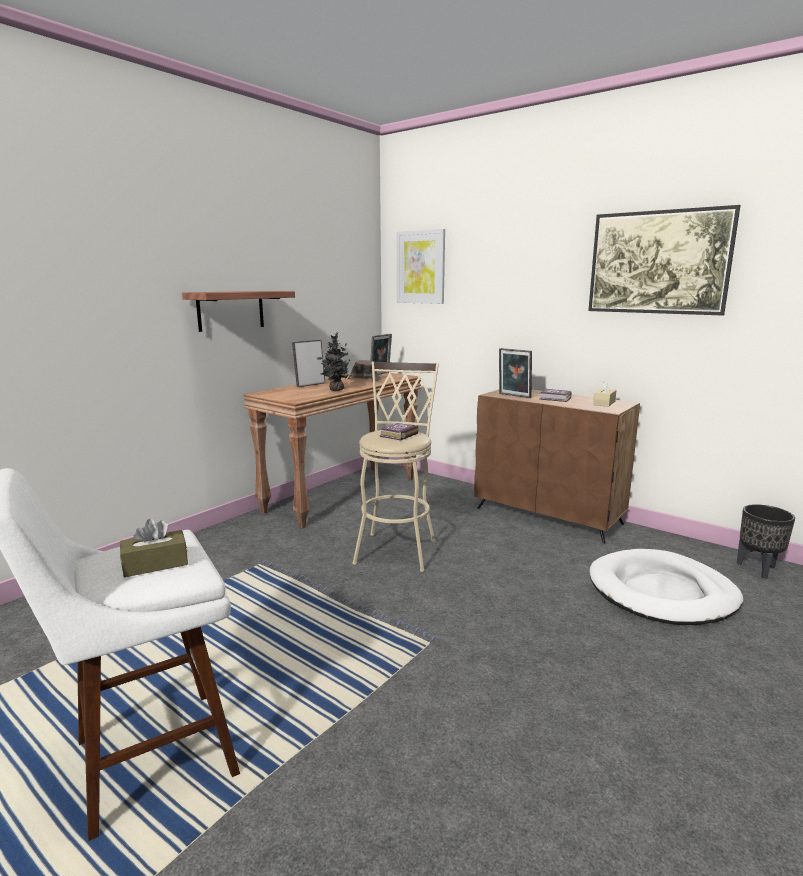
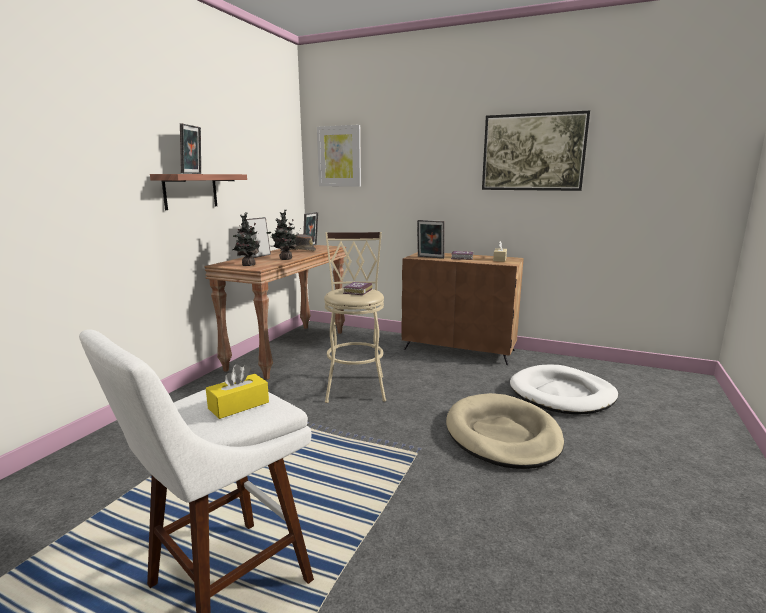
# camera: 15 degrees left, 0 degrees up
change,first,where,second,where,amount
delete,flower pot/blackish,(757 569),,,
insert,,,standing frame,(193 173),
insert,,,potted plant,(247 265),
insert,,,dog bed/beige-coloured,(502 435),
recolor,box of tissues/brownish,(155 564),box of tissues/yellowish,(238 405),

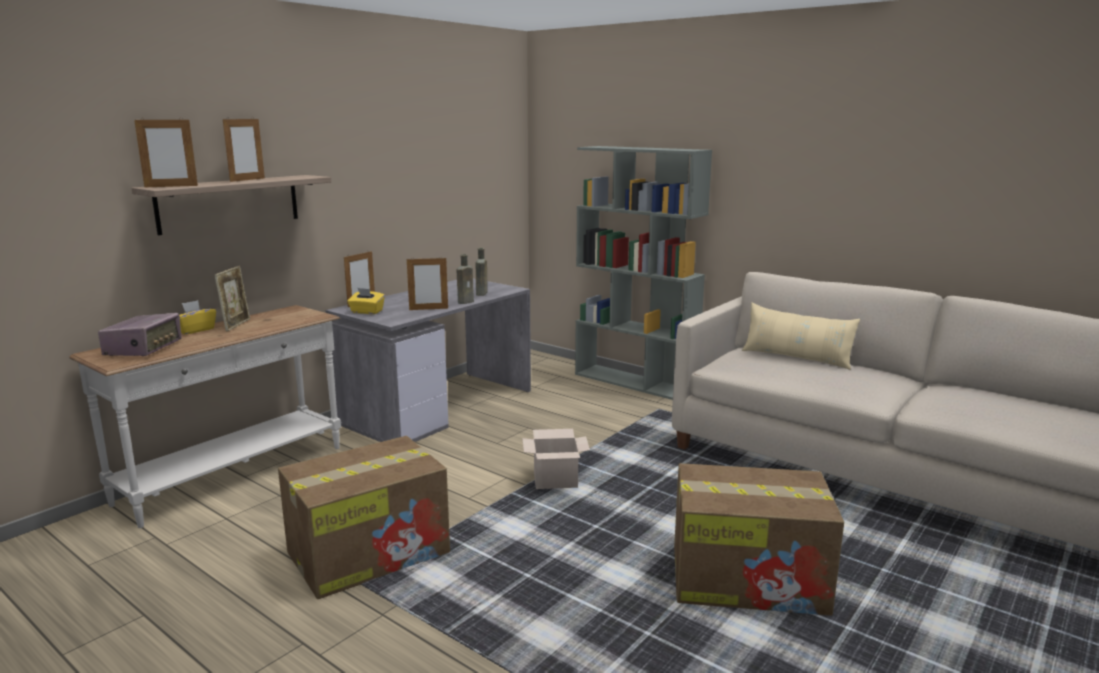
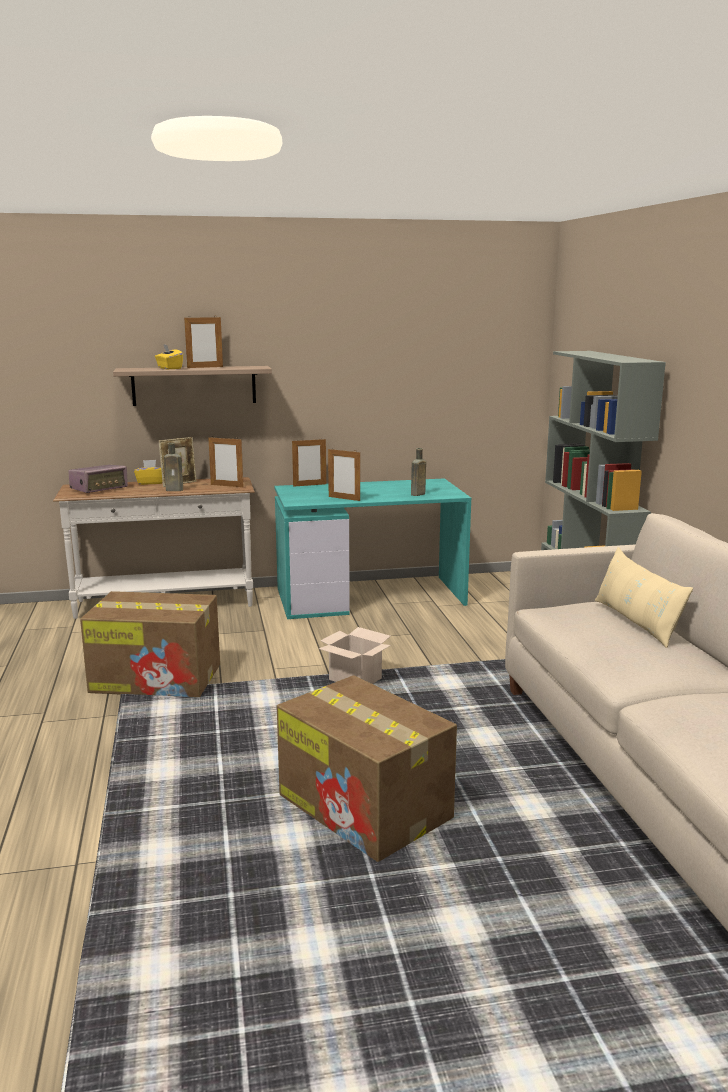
# camera: 40 degrees right, 0 degrees up
change,first,where,second,where,amount
move,standing frame,(171 186),,(227 486),
move,box of tissues/yellowish,(366 312),,(169 368),
move,beverage bottle/brownish,(466 302),,(175 490),
recolor,desk/gray,(438 406),desk/turquoise,(370 596),

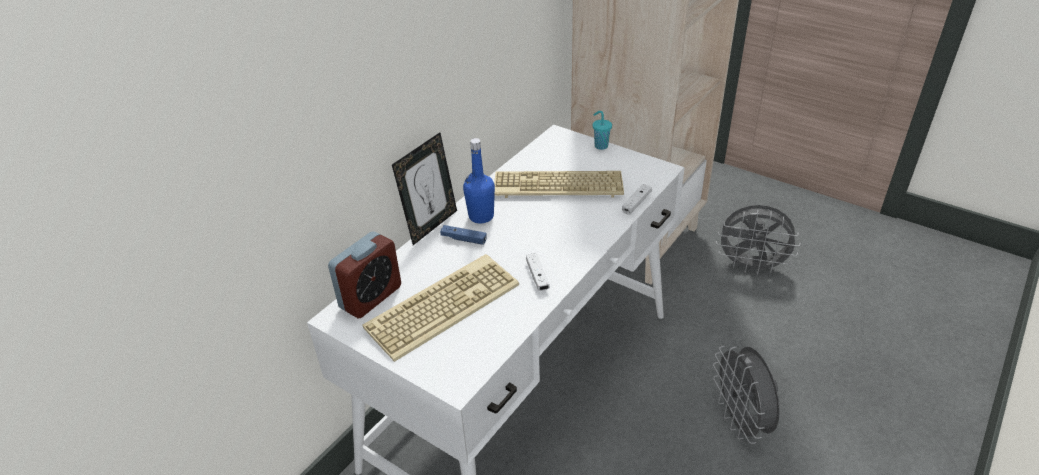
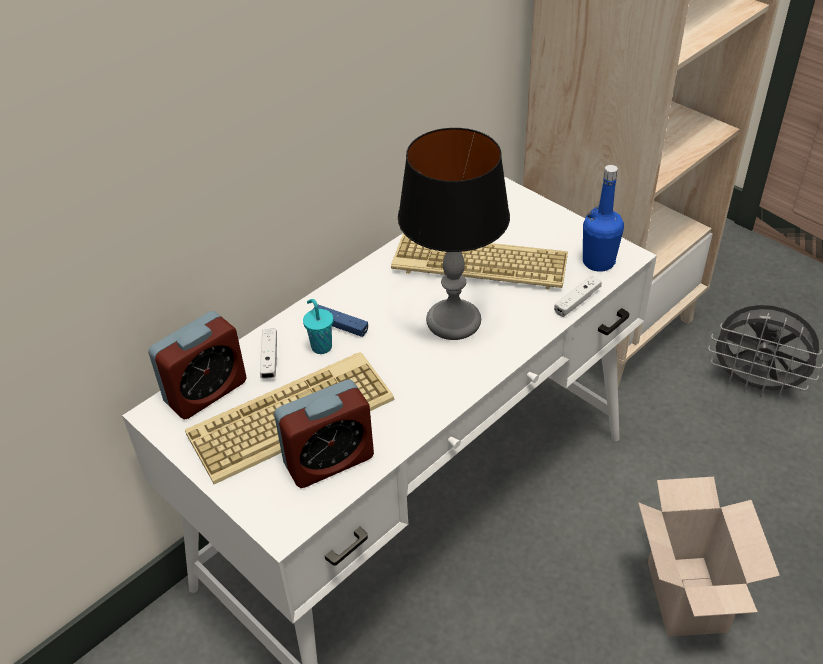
# camera: 10 degrees right, 5 degrees up
change,first,where,second,where,amount
delete,standing frame,(431 225),,,
insert,,,alarm clock,(329 461),
insert,,,table lamp,(454 321),
move,beverage bottle/bluish,(481 216),,(598 262),
move,game controller/white-coloured,(537 276),,(269 359),
move,cup/turquoise,(600 146),,(321 346),
replace,cooling fan/gray,(741 422),cardboard box,(690 599),

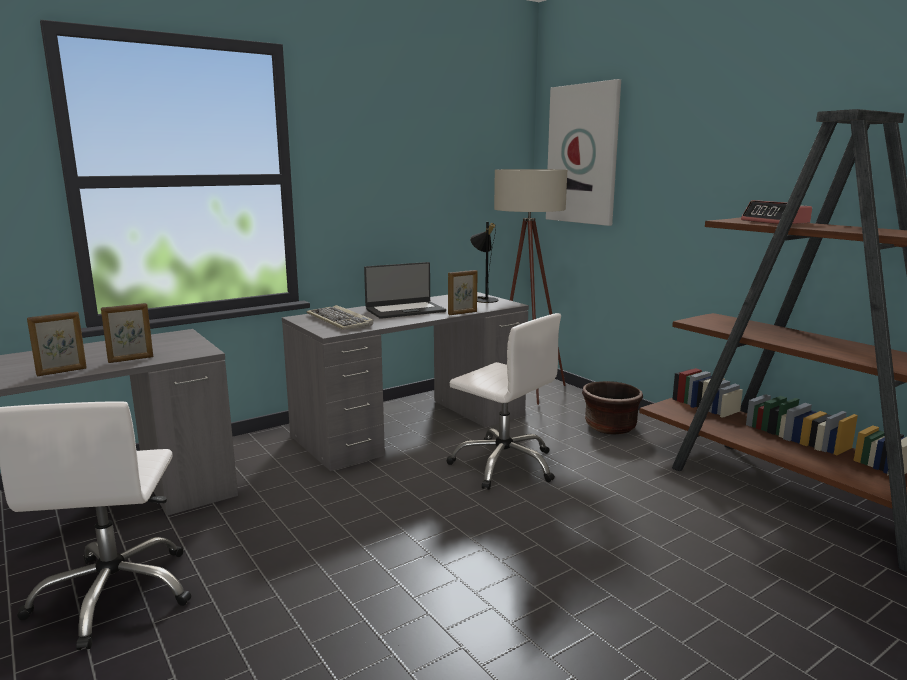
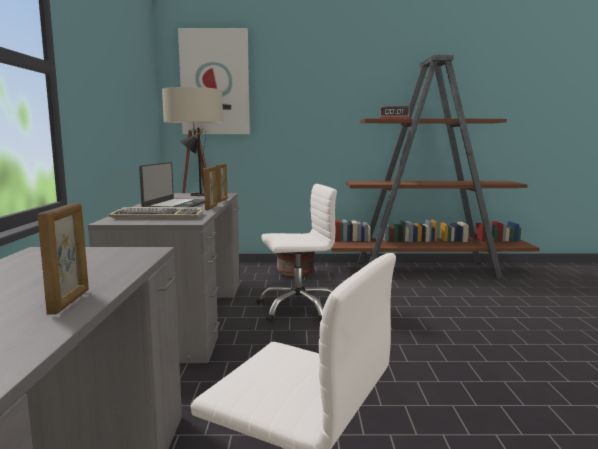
# camera: 55 degrees left, 5 degrees down
change,first,where,second,where,amount
move,standing frame,(131 359),,(211 208),

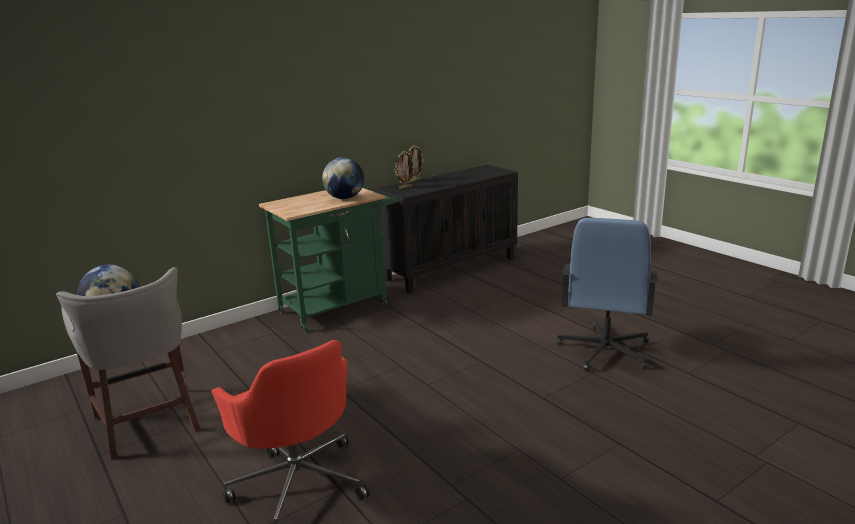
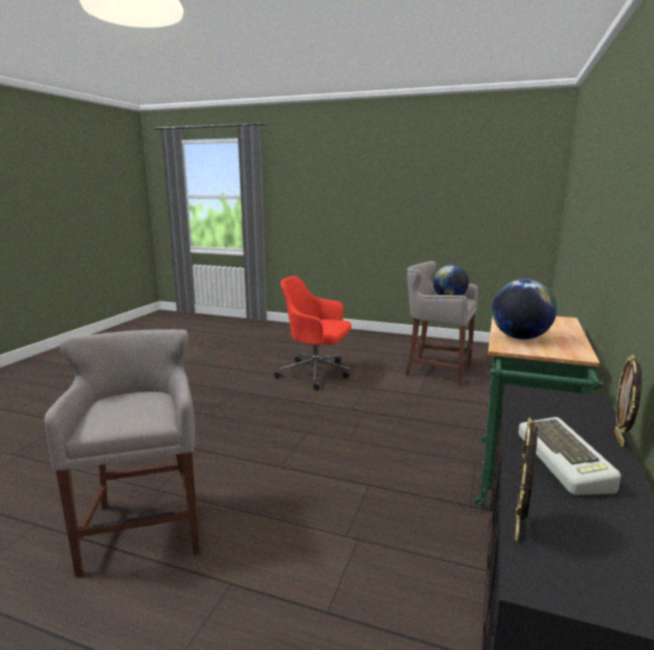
# camera: 145 degrees right, 5 degrees down
change,first,where,second,where,amount
insert,,,computer keyboard,(566 462),
move,standing frame,(405 187),,(519 528),
replace,desk chair/bluish,(604 351),sitting stool/gray,(144 525),

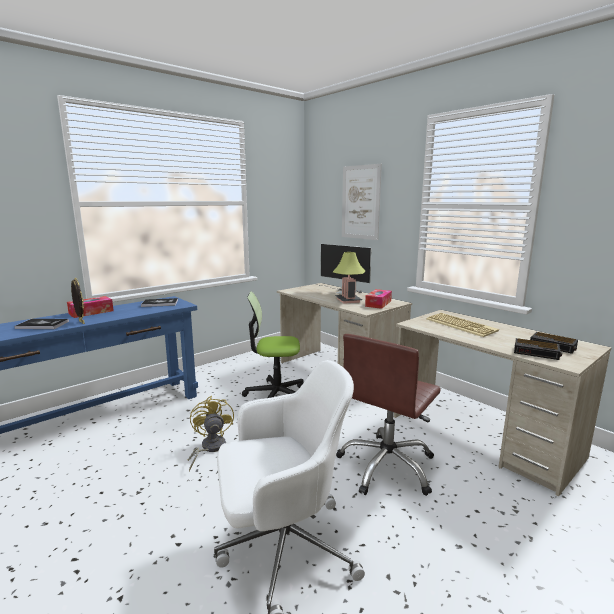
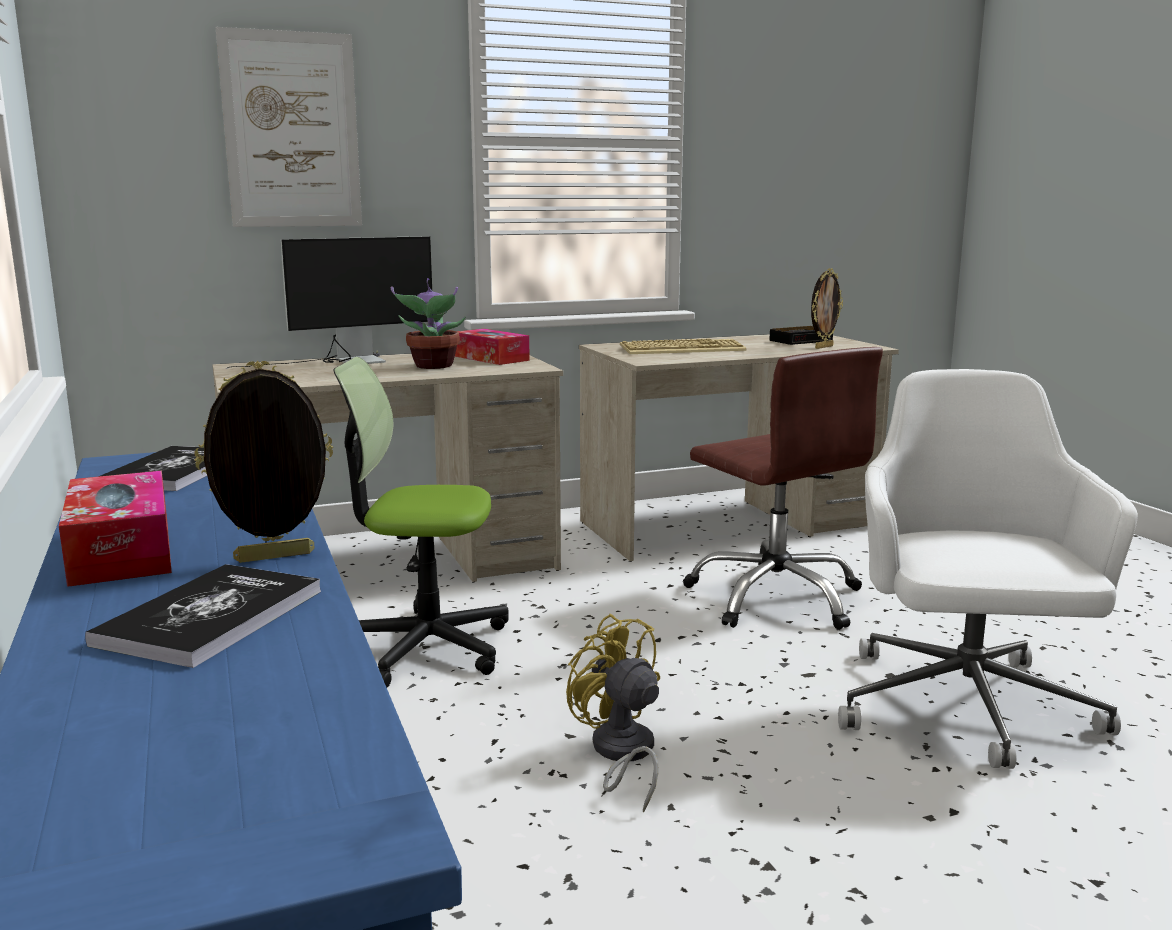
# camera: 70 degrees left, 0 degrees up
change,first,where,second,where,amount
replace,table lamp,(348 300),potted plant,(432 366),
replace,alarm clock,(537 352),standing frame,(823 347),
rotate,cooling fan/yellowish,(209 448),,(621 754),45 degrees clockwise
rotate,desk chair,(275 395),,(425 647),75 degrees clockwise

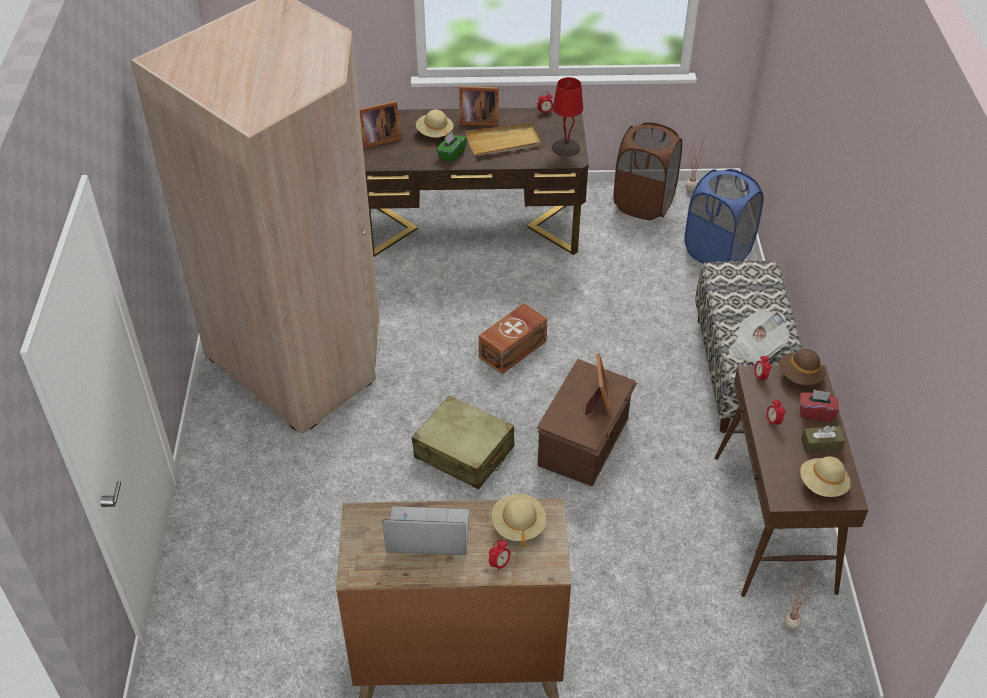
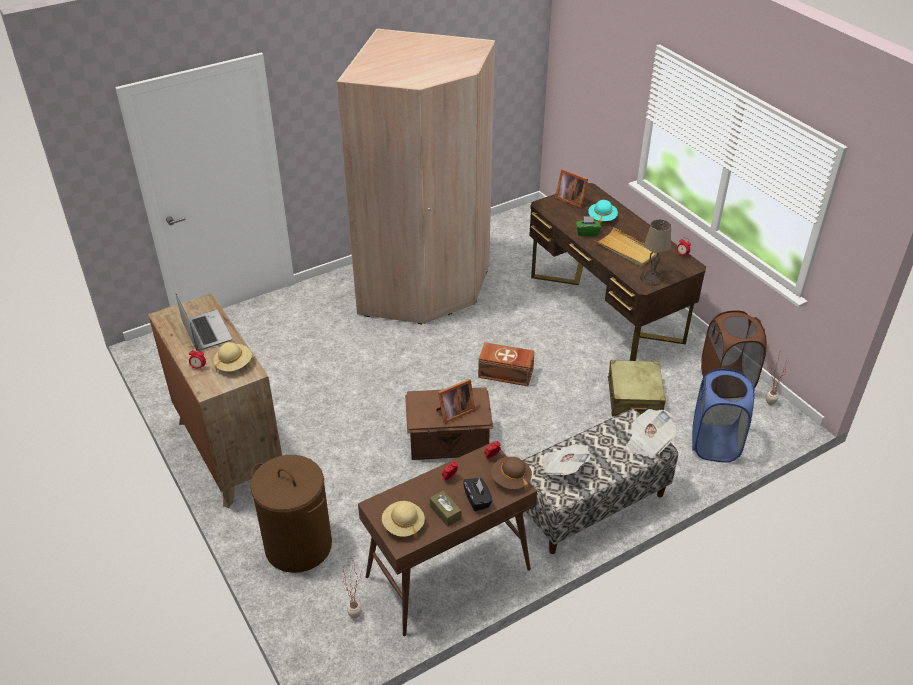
# camera: 60 degrees right, 5 degrees down
change,first,where,second,where,amount
delete,standing frame,(477 120),,,
insert,,,laundry basket/brownish,(298 546),
insert,,,daily paper,(647 442),
move,suitcase/beige-coloured,(464 452),,(634 398),
recolor,hat/beige-coloured,(434 133),hat/turquoise,(602 218),
recolor,table lamp/red,(565 147),table lamp/beige-coloured,(652 278),
recolor,box of tissues/red,(816 413),box of tissues/blackish,(477 500),

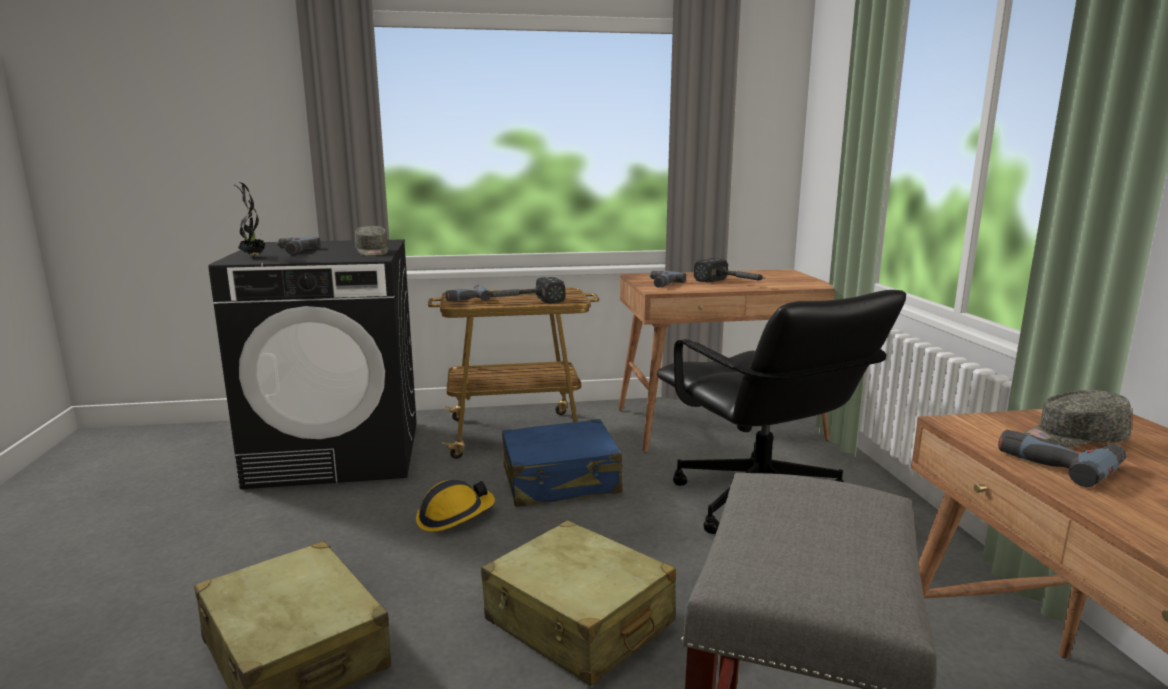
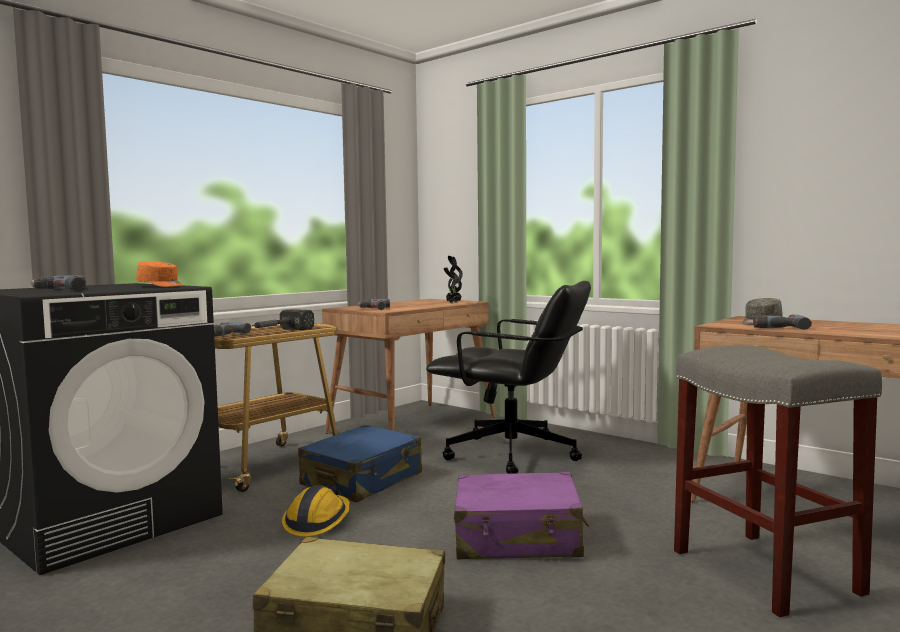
# camera: 40 degrees left, 10 degrees down
change,first,where,second,where,amount
delete,hand hammer,(732 283),,,
move,potted plant,(253 256),,(453 303),
recolor,baseball cap/gray,(372 252),baseball cap/orange-coloured,(161 286),
recolor,suitcase/beige-coloured,(579 622),suitcase/purple,(518 538),

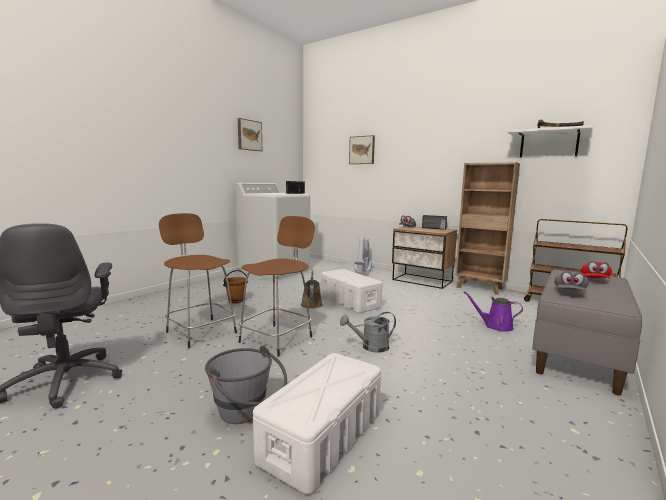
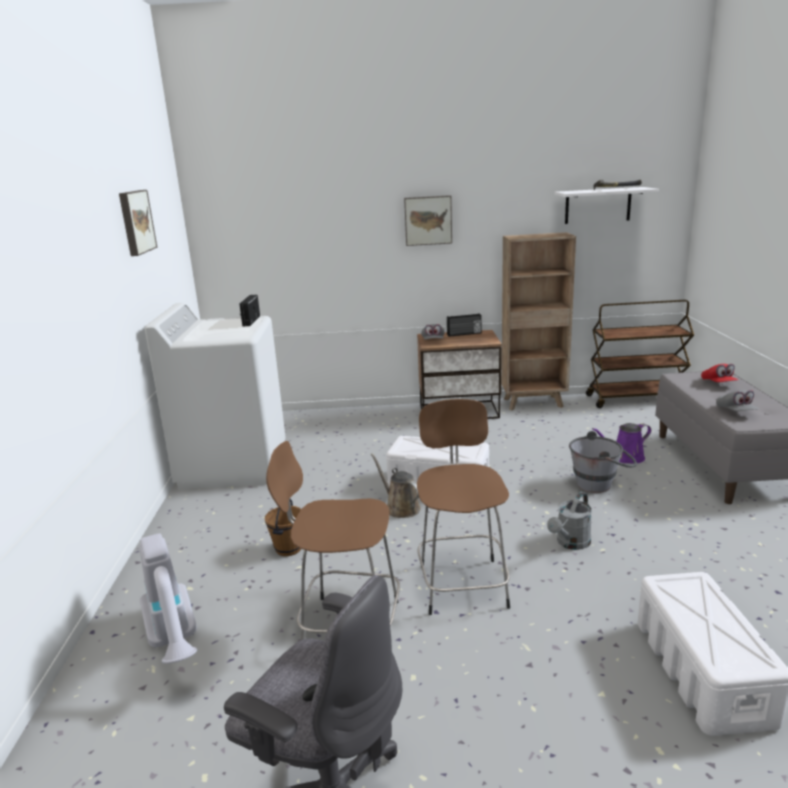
# camera: 35 degrees left, 10 degrees up
change,first,where,second,where,amount
move,bucket/gray,(247 414),,(601 484),
move,wall art,(362 150),,(428 220),
move,vacuum cleaner,(362 273),,(175 641),

